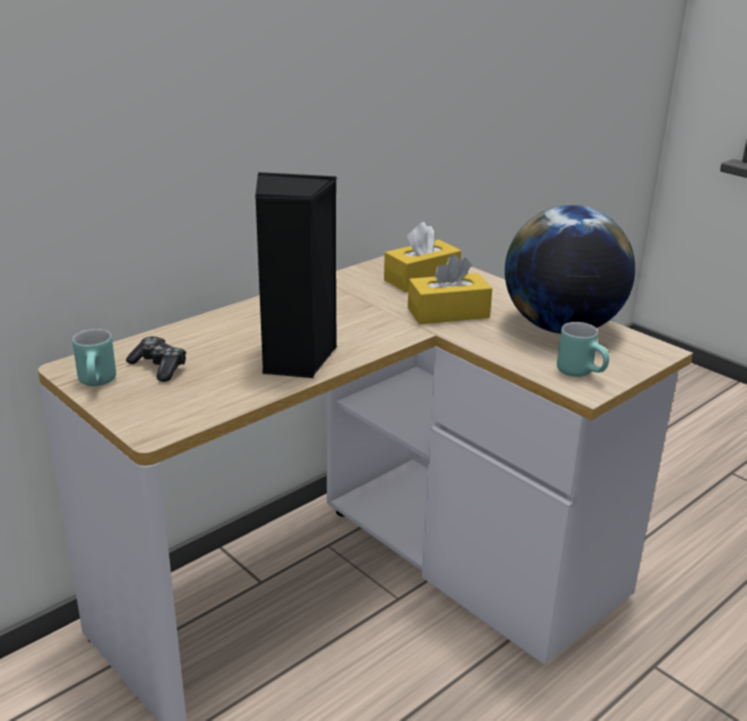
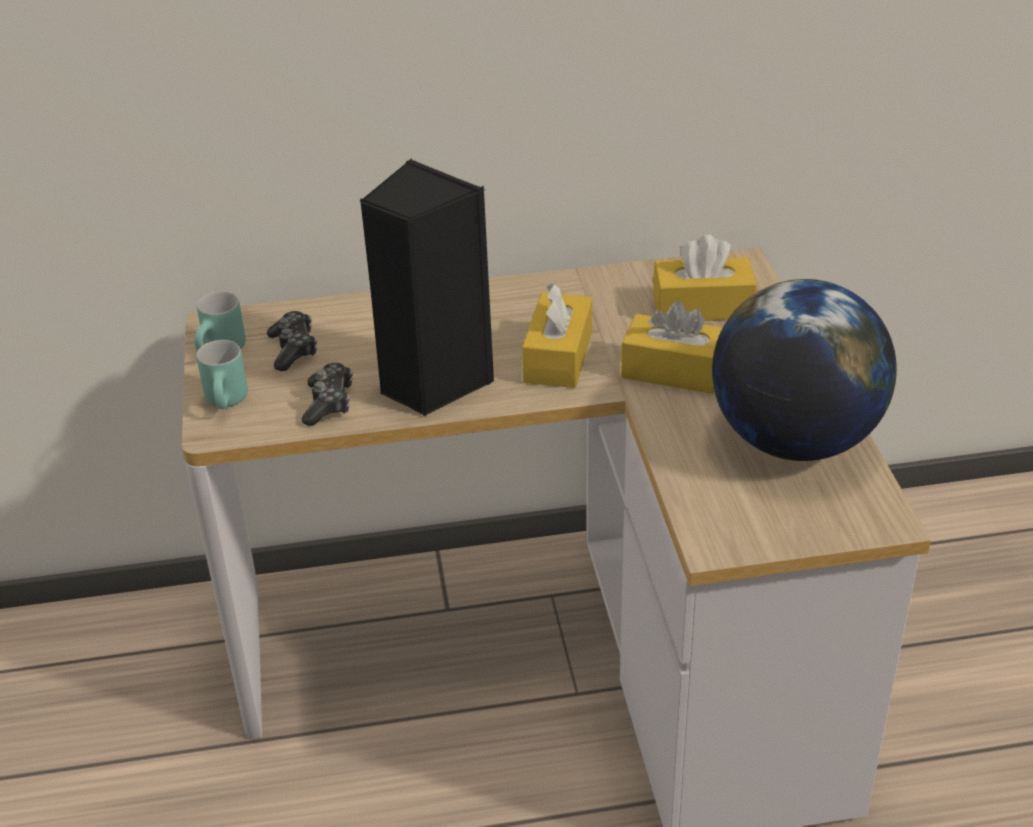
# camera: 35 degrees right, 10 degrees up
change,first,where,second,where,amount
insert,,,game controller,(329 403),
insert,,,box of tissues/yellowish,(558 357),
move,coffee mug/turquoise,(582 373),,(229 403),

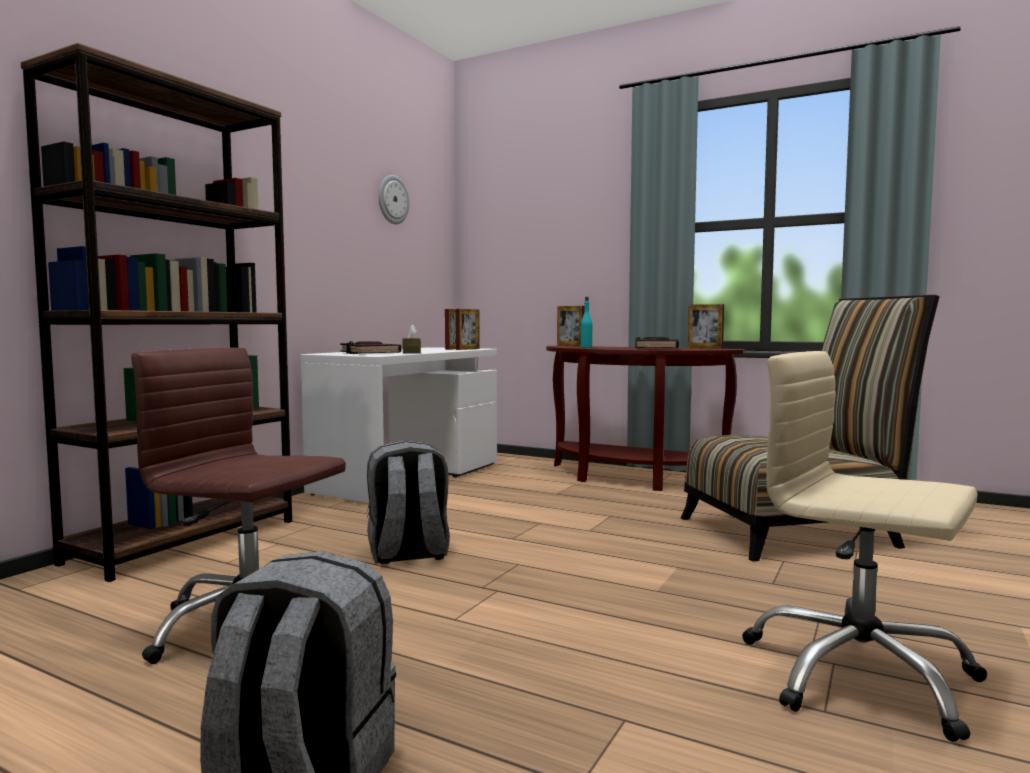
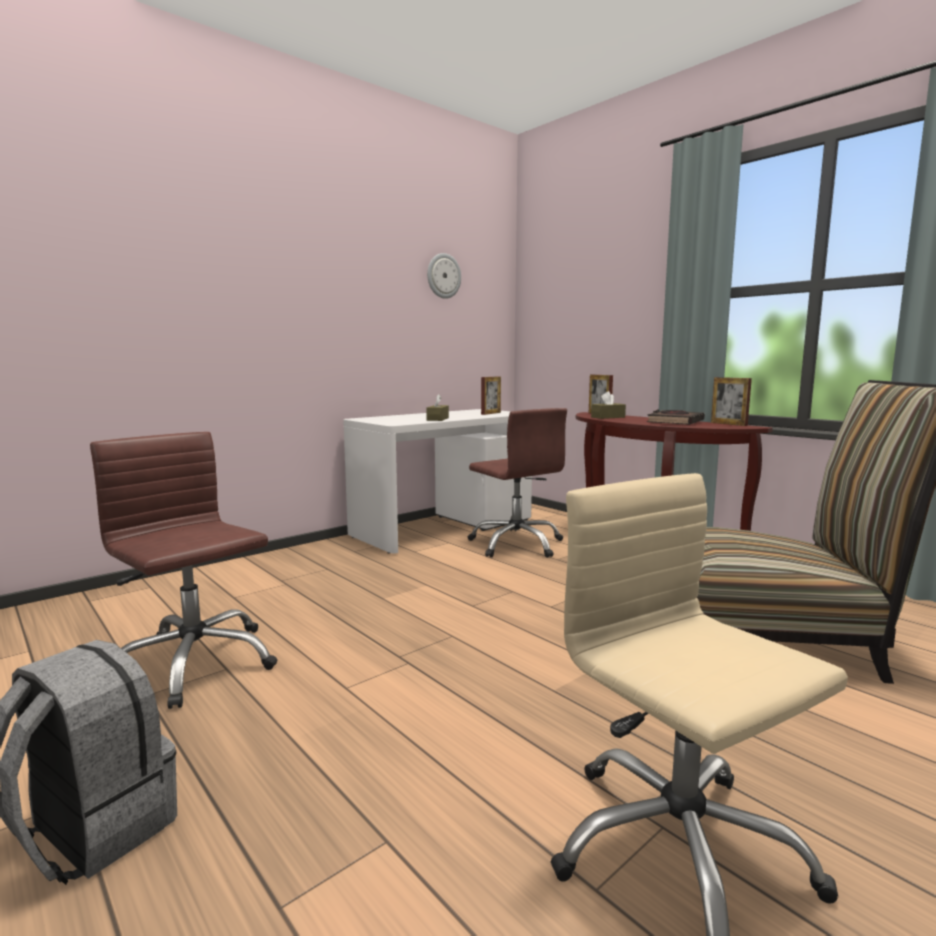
# camera: 20 degrees right, 5 degrees up
change,first,where,second,where,amount
delete,bookshelf/brownish,(185 541),,,
delete,bound book/blackish,(369 353),,,
delete,knapsack/gray,(408 554),,,
delete,standing frame,(468 349),,,
insert,,,desk chair/brownish,(517 544),
replace,beverage bottle/turquoise,(586 347),box of tissues/brownish,(608 417),

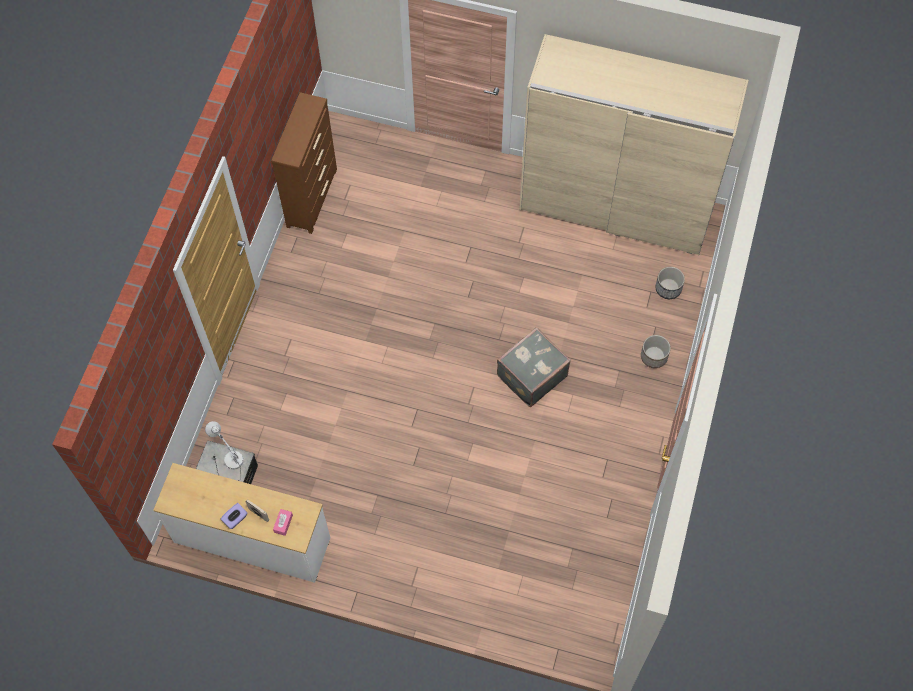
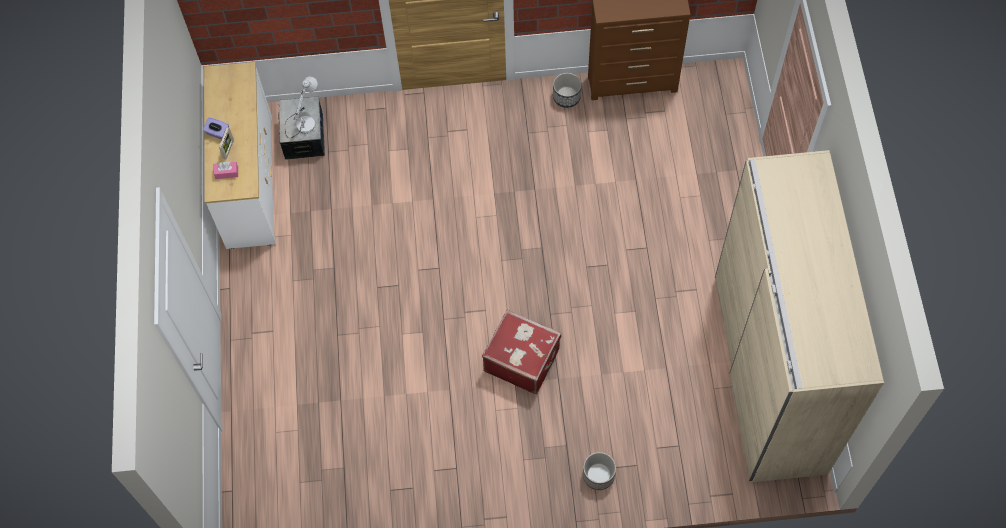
# camera: 70 degrees right, 0 degrees up
change,first,where,second,where,amount
move,flower pot,(668 288),,(567 97),
recolor,suitcase/gray,(531 375),suitcase/red,(522 359),

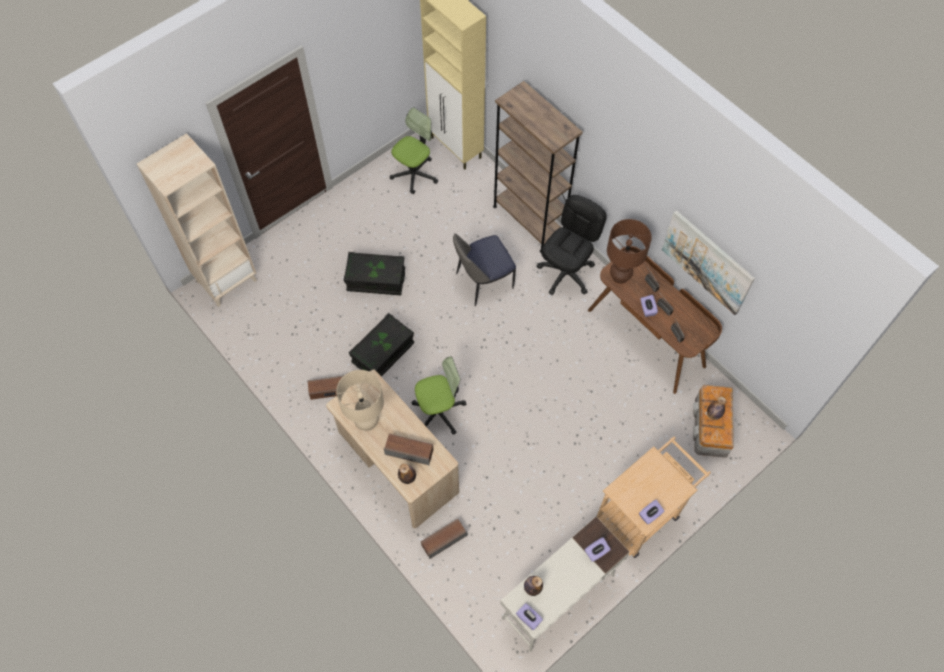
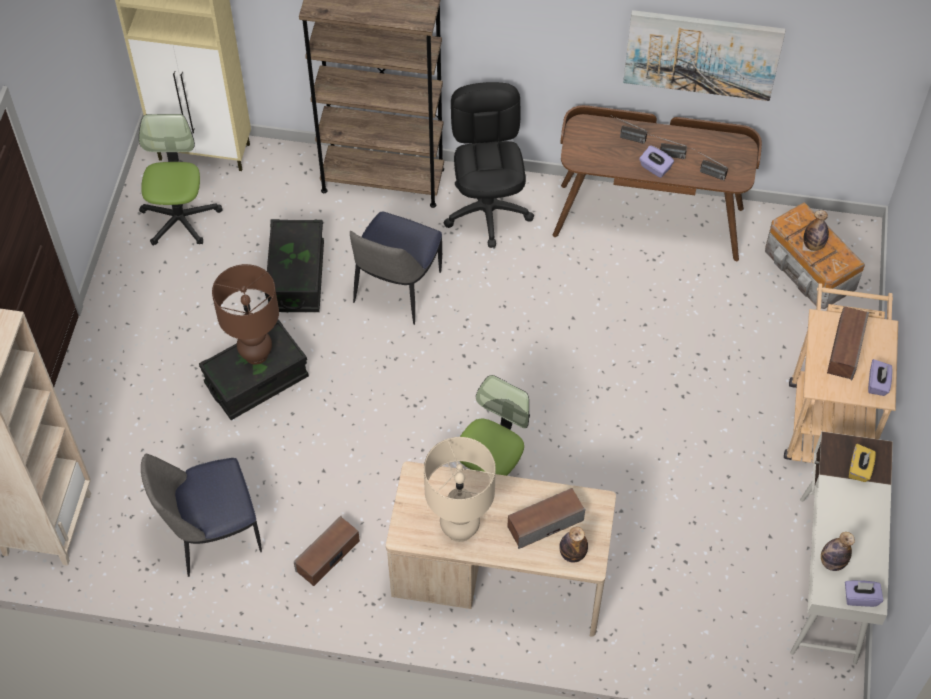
# camera: 40 degrees left, 5 degrees down
change,first,where,second,where,amount
insert,,,plain chair,(212 534),
move,storage bin/blackish,(383 353),,(296 277),
move,audio speaker,(443 540),,(845 349),
move,table lamp/brownish,(620 277),,(256 354),
recolor,box of tissues/purple,(596 552),box of tissues/yellowish,(859 469),

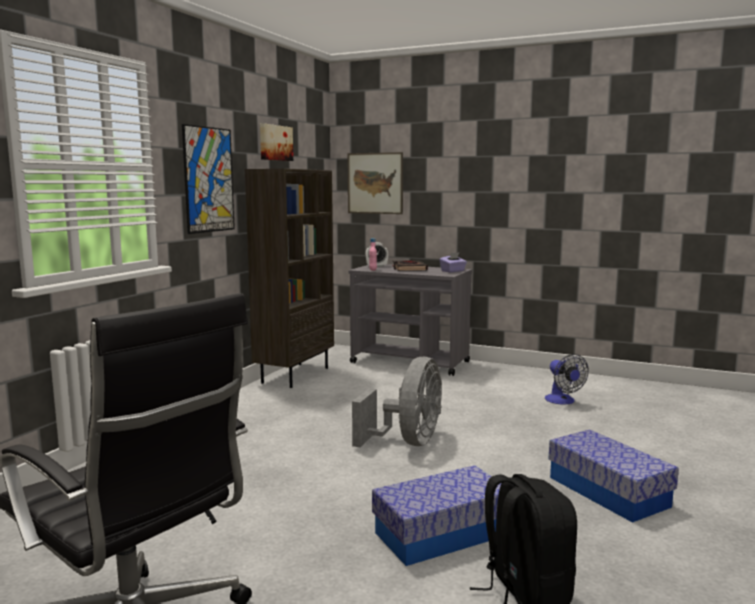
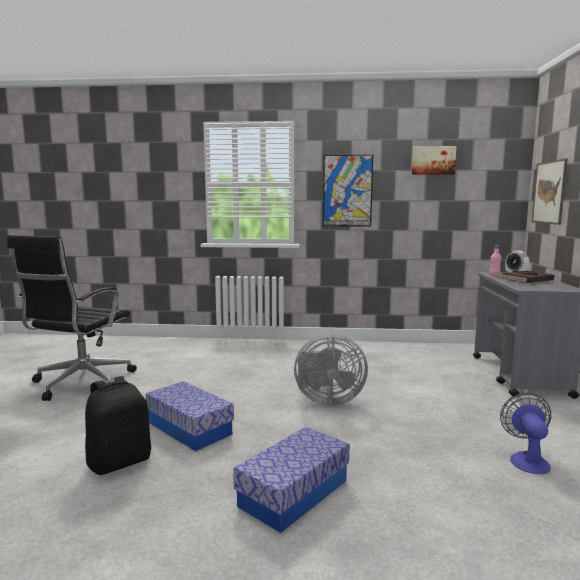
# camera: 70 degrees right, 0 degrees up
change,first,where,second,where,amount
delete,bookshelf/brownish,(295 375),,,
delete,box of tissues/purple,(453 271),,,
rotate,cooling fan,(562 401),,(527 459),135 degrees clockwise

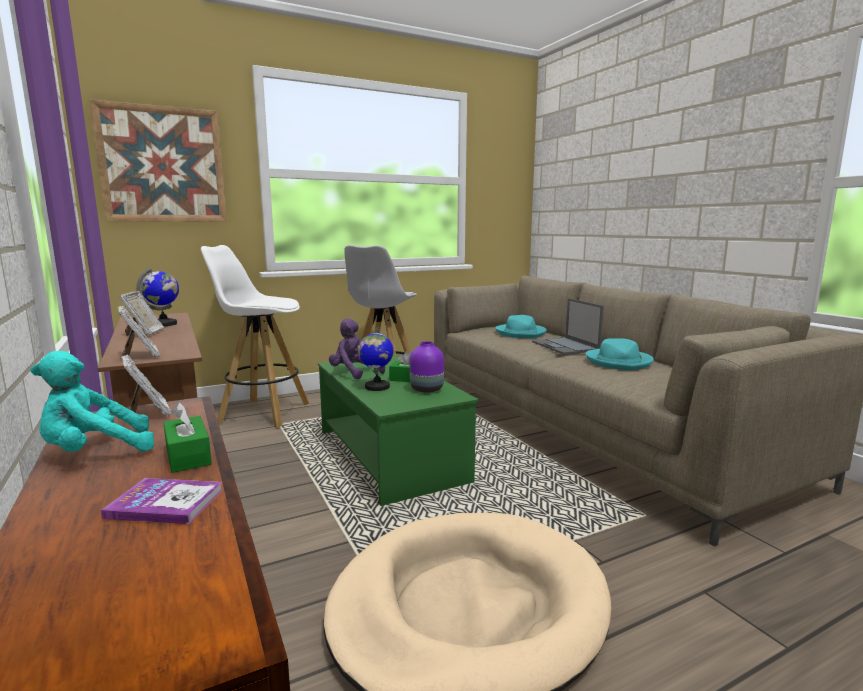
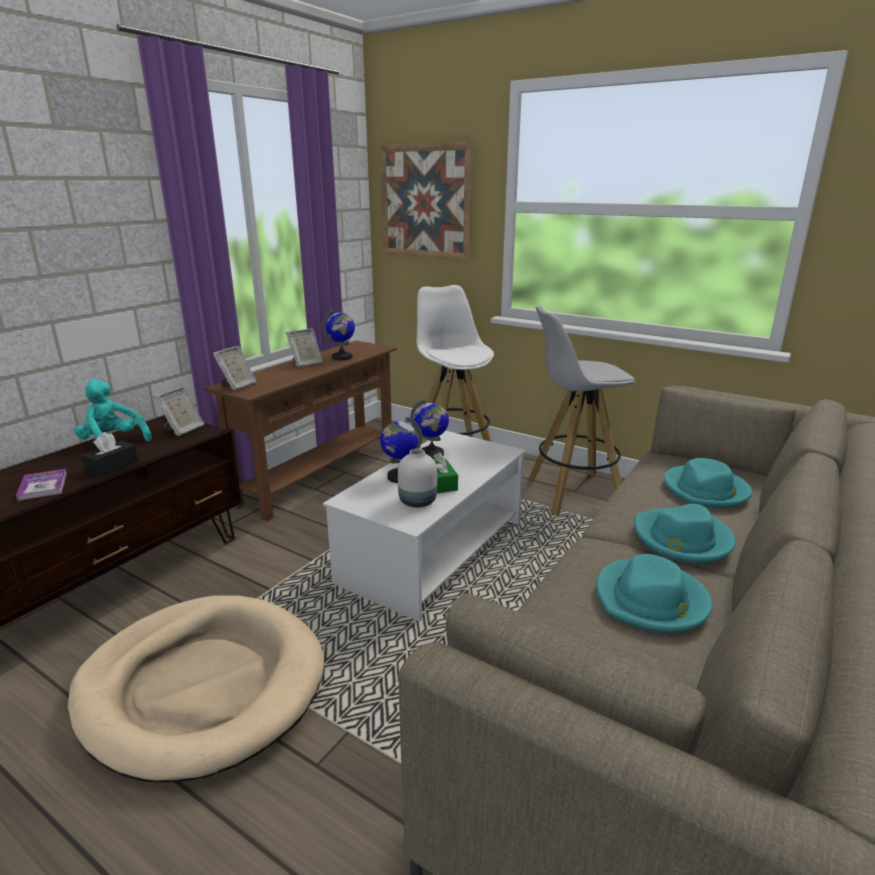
# camera: 60 degrees right, 10 degrees up
change,first,where,second,where,amount
replace,soft toy/purple,(354 373),world globe,(431 454),
replace,notebook computer,(565 346),hat/turquoise,(682 539),
recolor,box of tissues/green,(188 456),box of tissues/blackish,(112 466),
recolor,lounge table/green,(390 456),lounge table/white-coloured,(432 552),
recolor,flower vase/purple,(426 389),flower vase/white-coloured,(418 501),

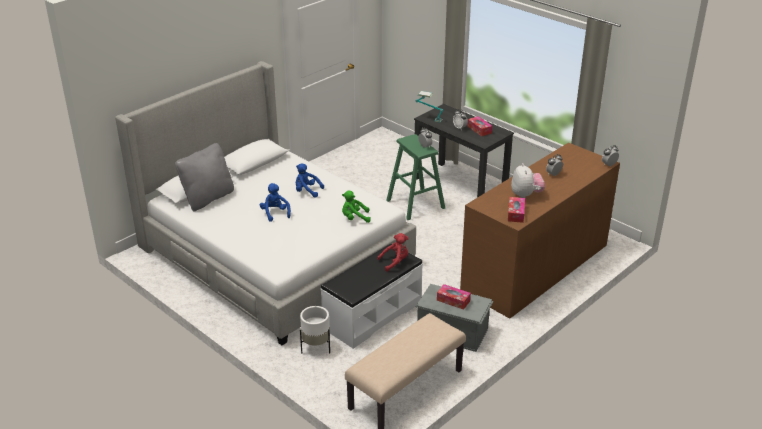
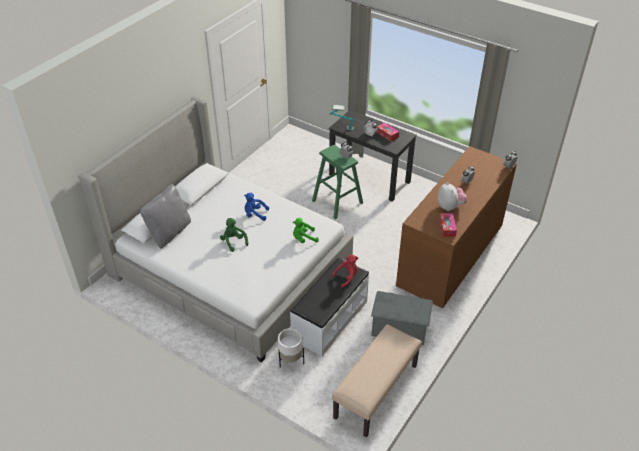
# camera: 10 degrees left, 10 degrees up
change,first,where,second,where,amount
delete,box of tissues,(453 300),,,
recolor,soft toy/bluish,(275 213),soft toy/green,(233 242),

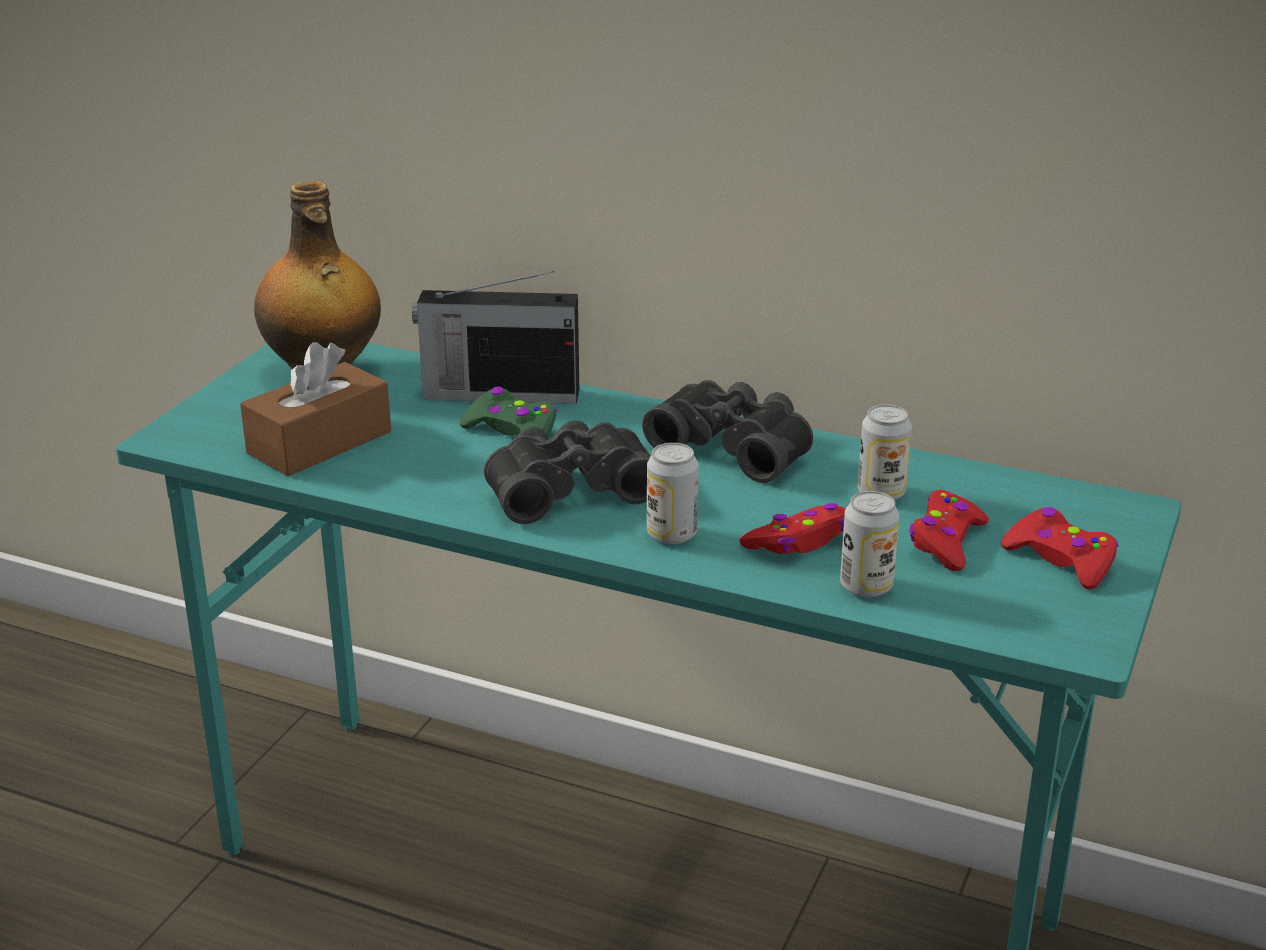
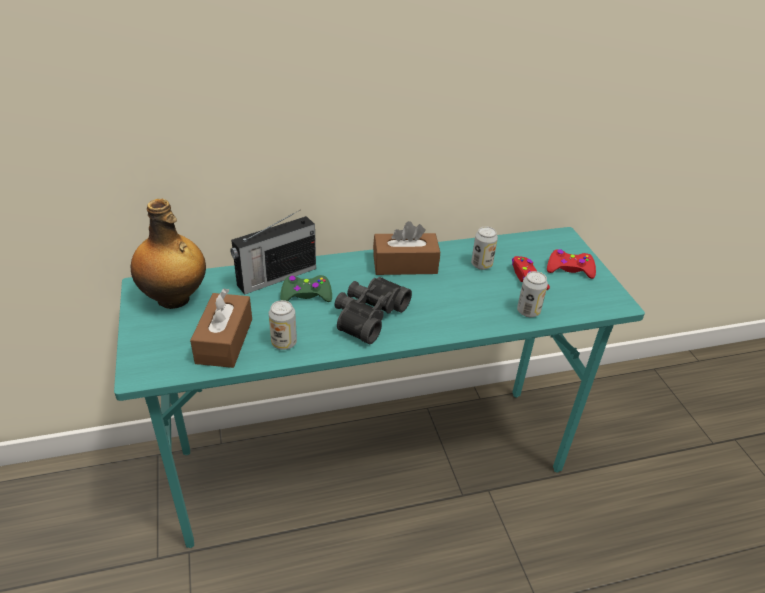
# camera: 40 degrees left, 10 degrees up
change,first,where,second,where,amount
delete,game controller/red,(798 541),,,
move,can,(671 534),,(284 343),
replace,pair of binoculars/blackish,(735 446),box of tissues/brownish,(405 264),

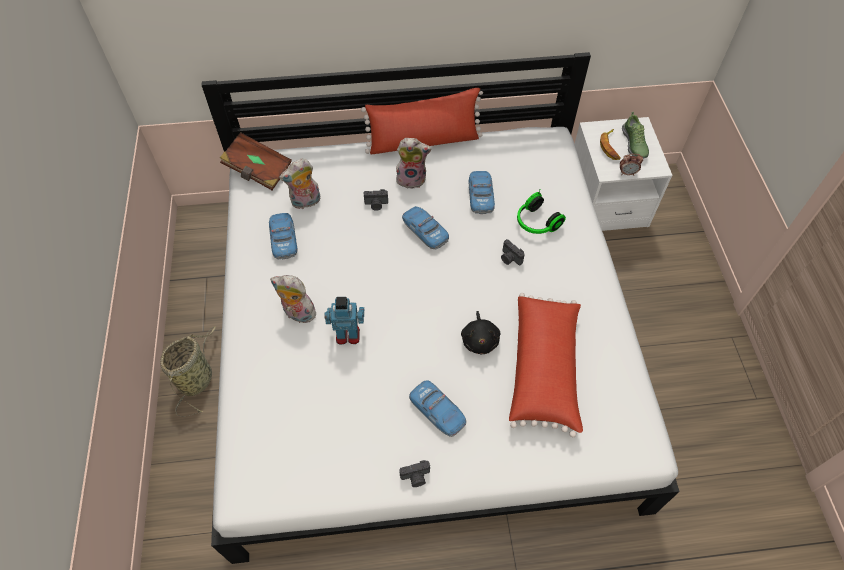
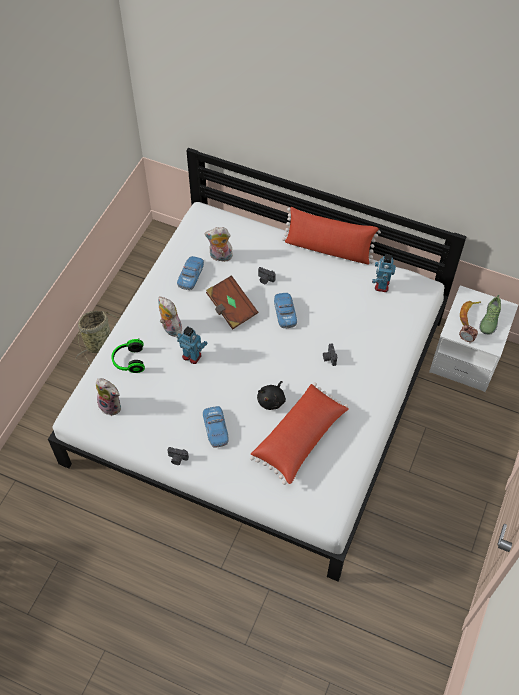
# camera: 30 degrees right, 0 degrees up
change,first,where,second,where,amount
delete,toy car,(480 195),,,
insert,,,model robot,(381 285),
move,bound book/brownish,(258 171),,(231 309),
move,soft toy,(412 179),,(112 405),
move,headset,(536 223),,(128 361),

